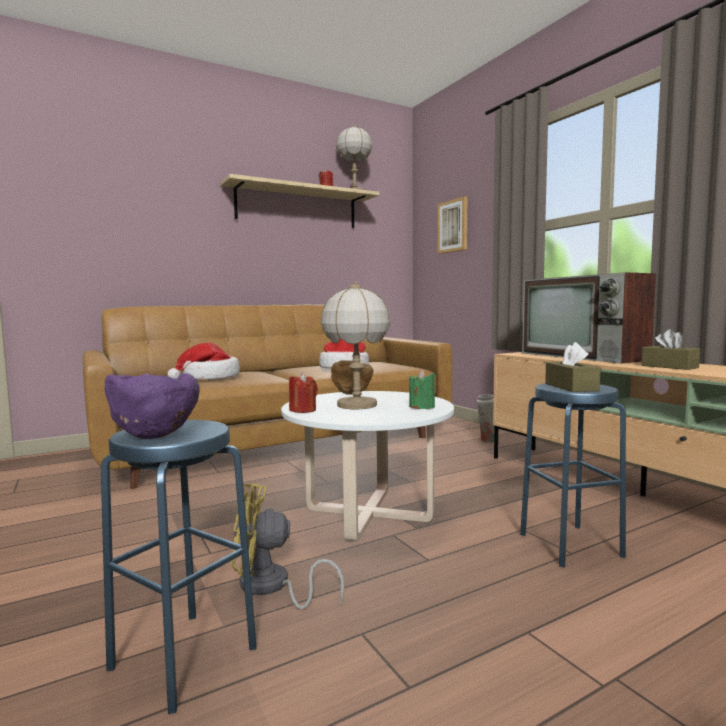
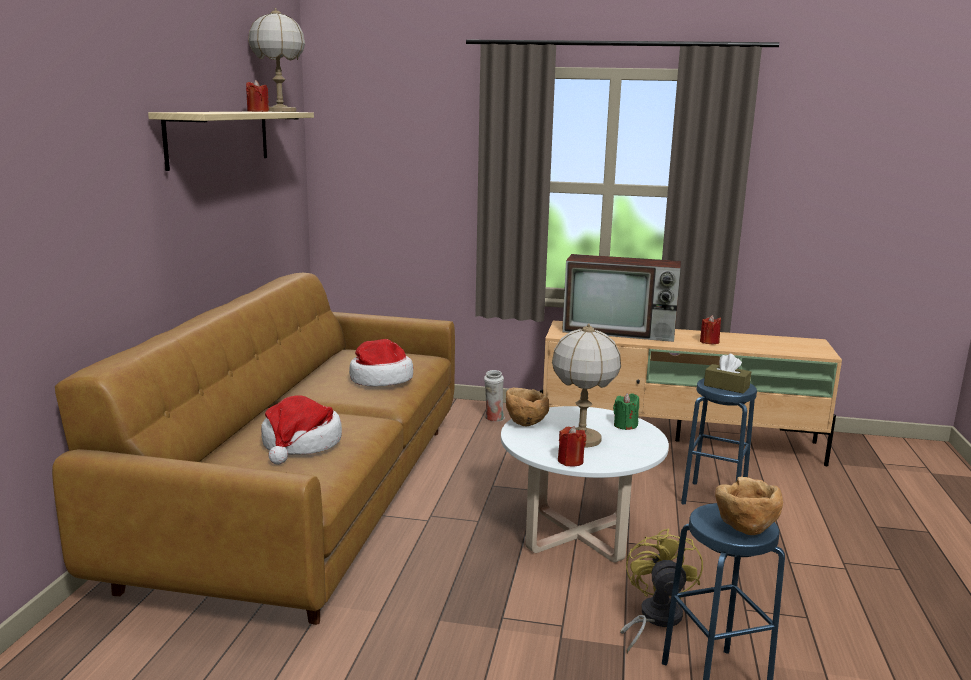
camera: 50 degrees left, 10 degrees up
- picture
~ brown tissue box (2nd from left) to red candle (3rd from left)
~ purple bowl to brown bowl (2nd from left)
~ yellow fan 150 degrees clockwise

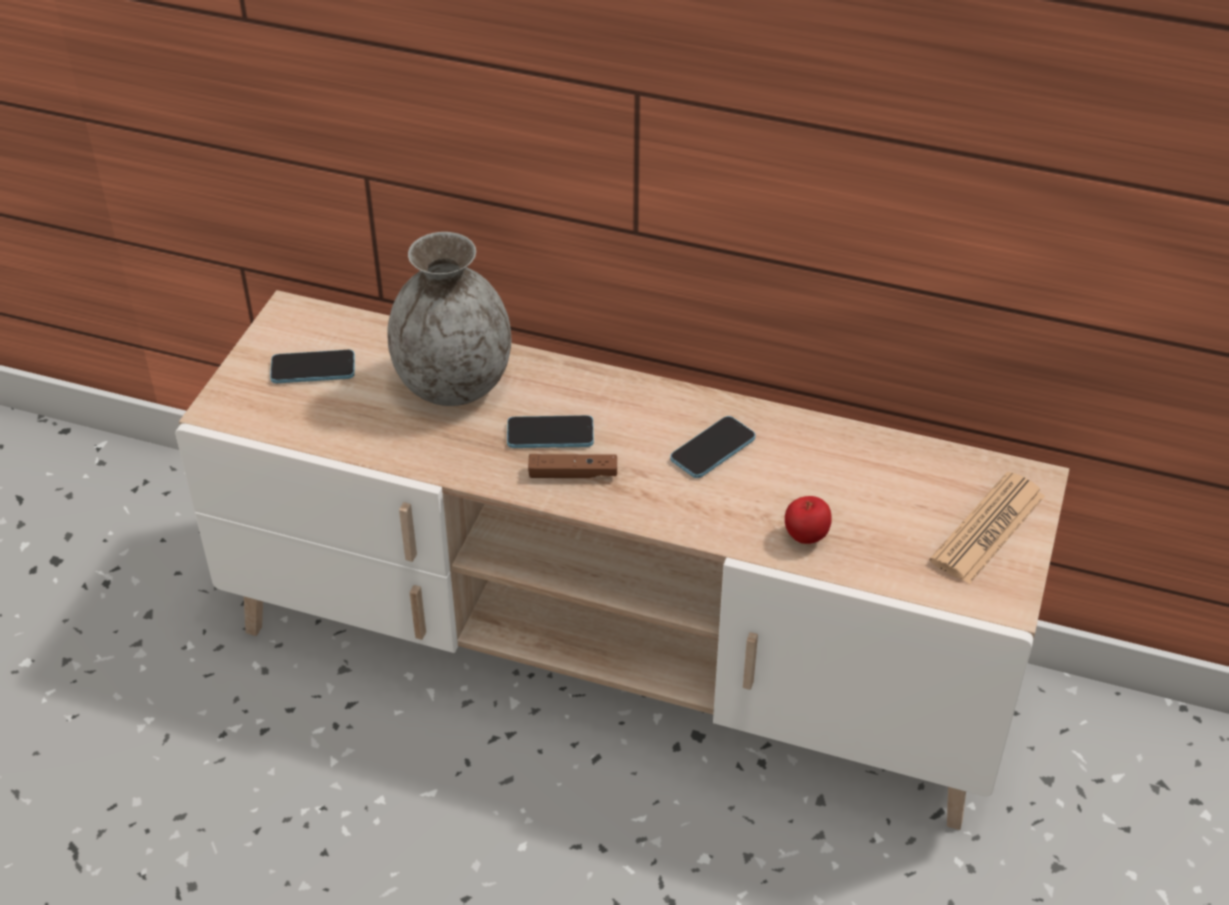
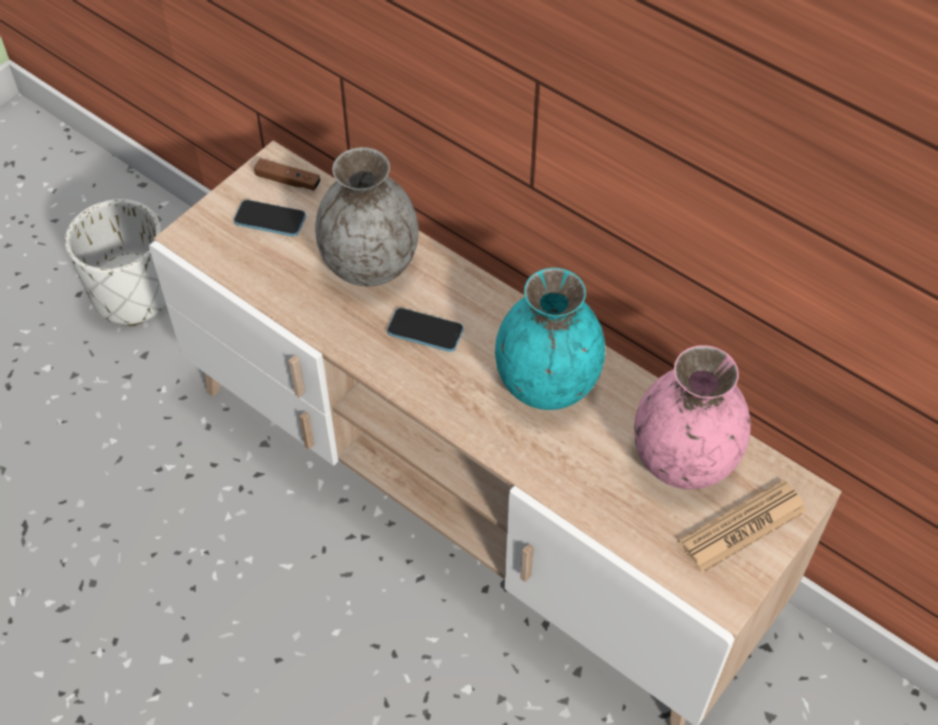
camera: 20 degrees right, 10 degrees up
~ phone (3rd from left) to turquoise vase
~ brown game controller
- apple
+ white planter
+ pink vase

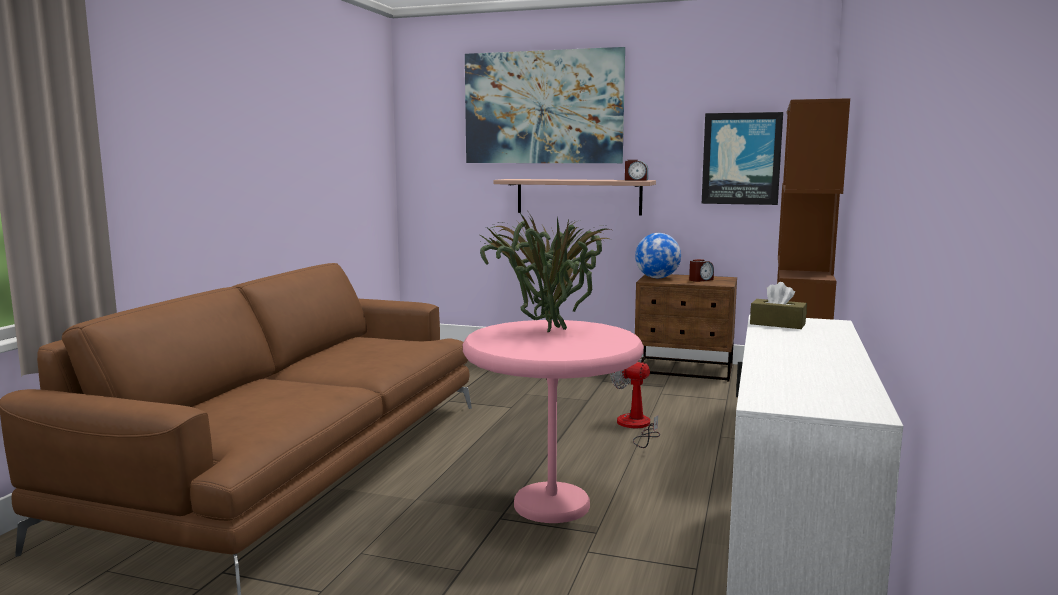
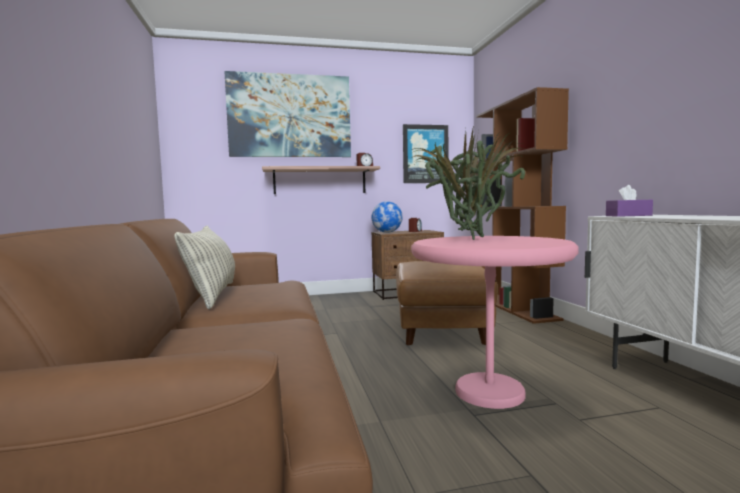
camera: 30 degrees left, 5 degrees down
~ brown tissue box to purple tissue box
~ fan to brown ottoman
+ pillow

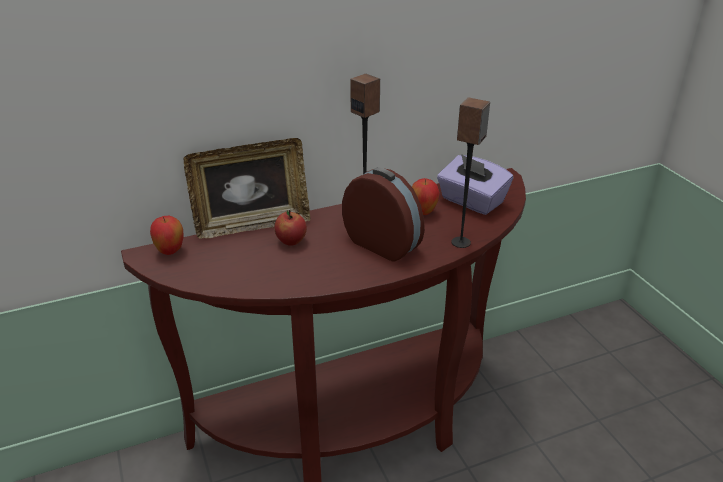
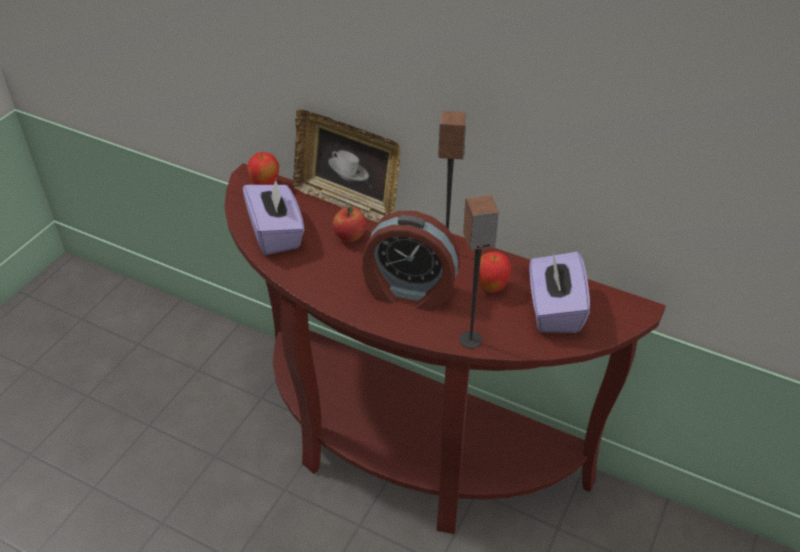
camera: 50 degrees right, 10 degrees up
~ alarm clock 105 degrees clockwise
+ purple tissue box (1st from left)

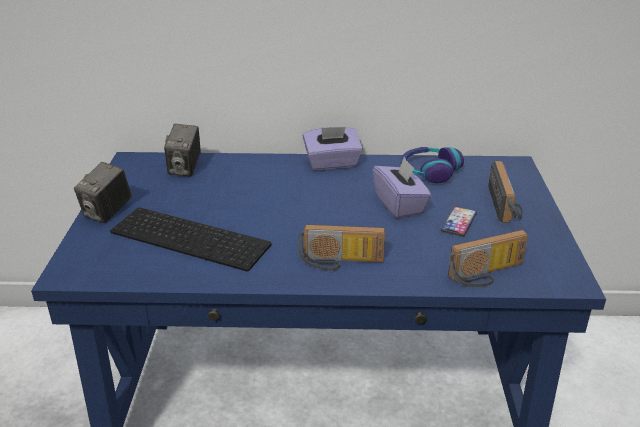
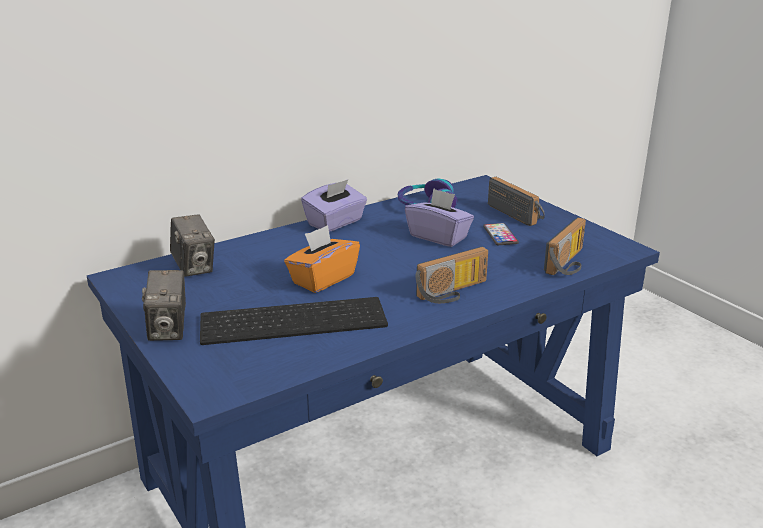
camera: 35 degrees left, 5 degrees down
+ orange tissue box

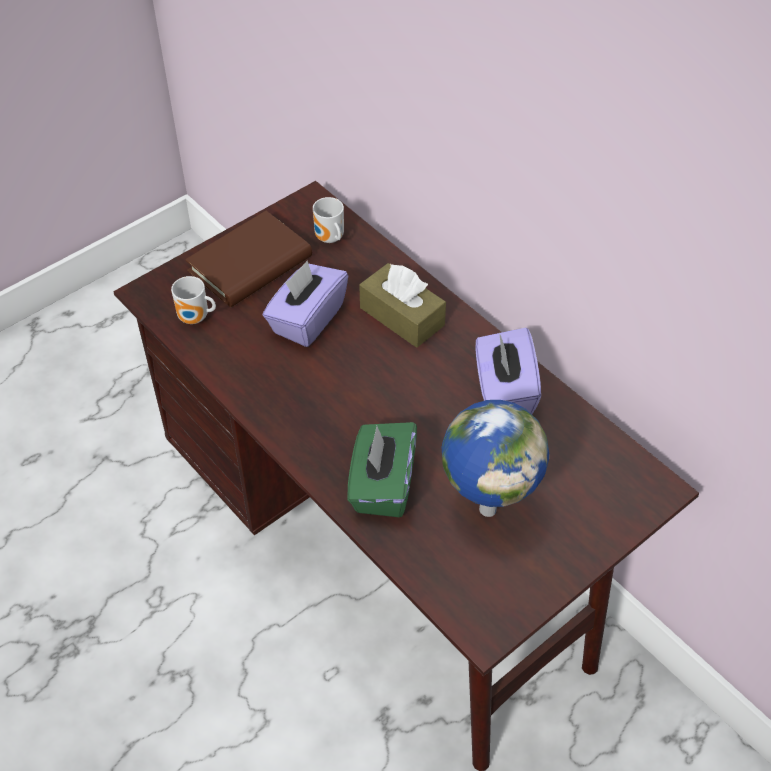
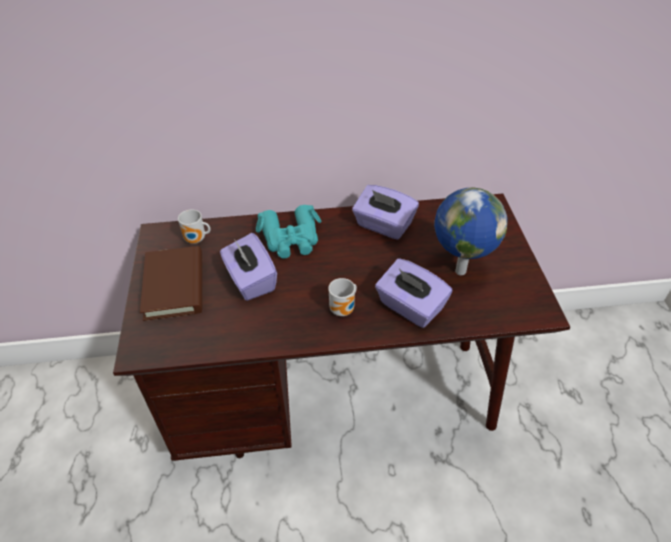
camera: 55 degrees left, 5 degrees down
~ brown tissue box to turquoise binoculars
~ mug (1st from left in the first image) to mug (2nd from left)
~ green tissue box to purple tissue box (3rd from left)

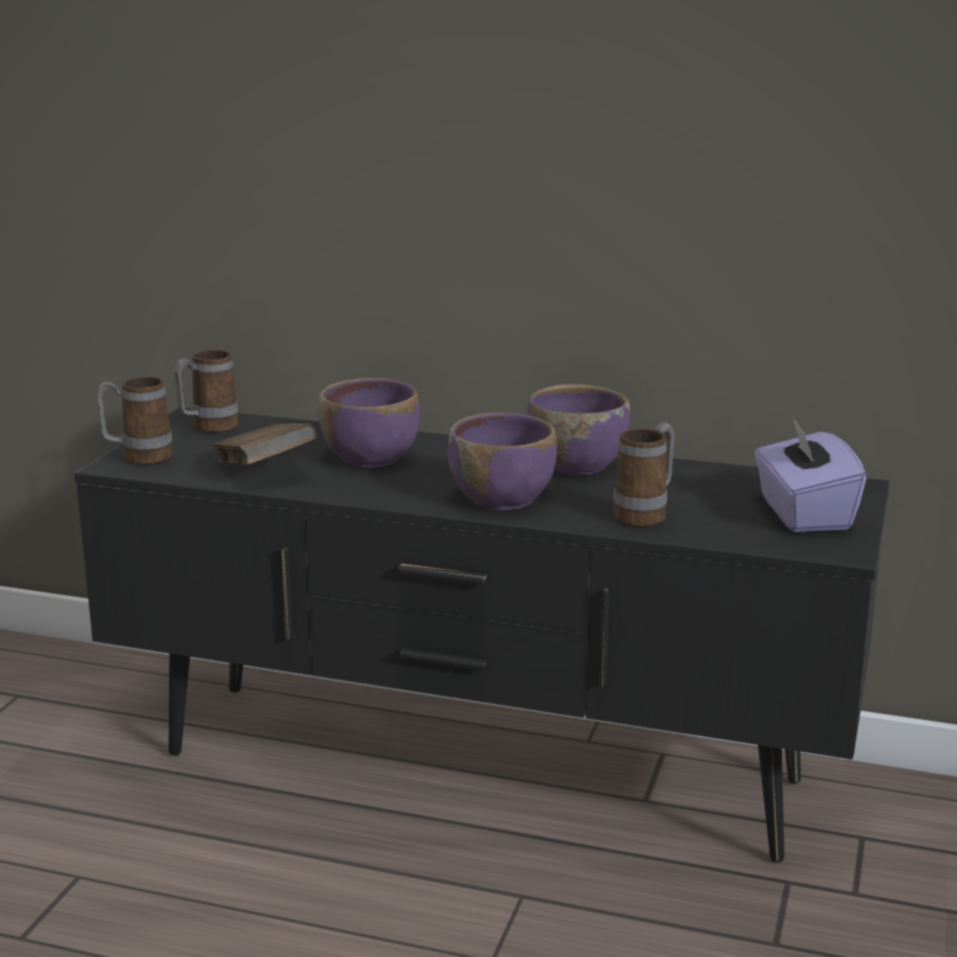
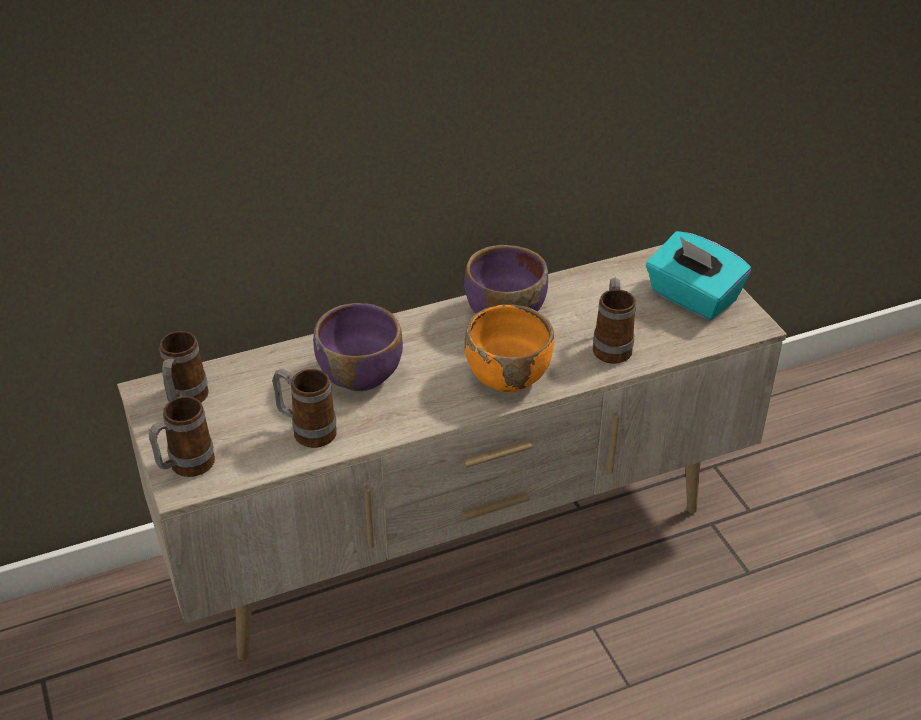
camera: 40 degrees left, 20 degrees up
~ black tv stand to beige tv stand
~ purple bowl (2nd from left) to orange bowl
~ purple tissue box to turquoise tissue box
~ brown book to mug (3rd from left)

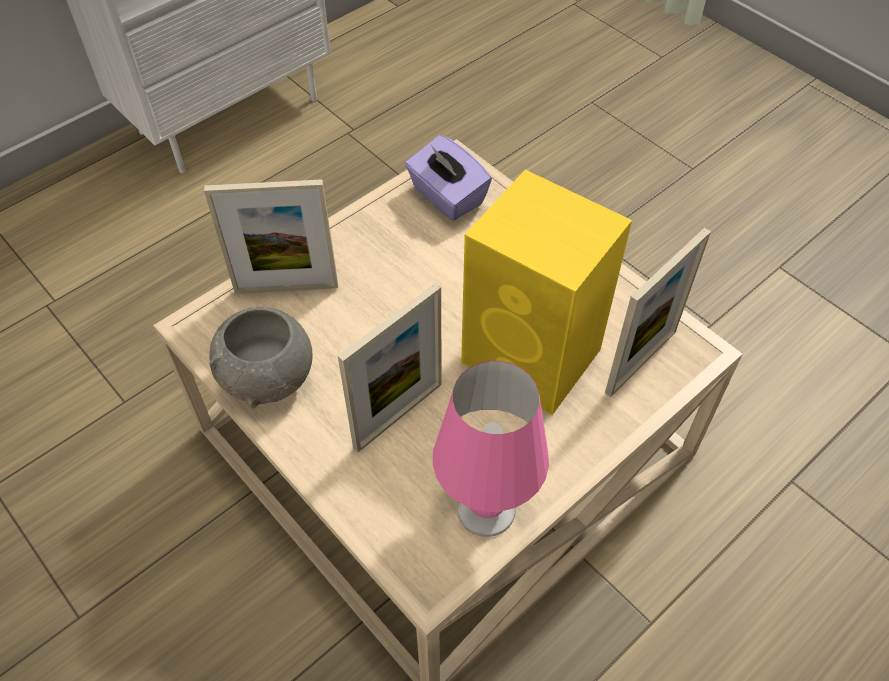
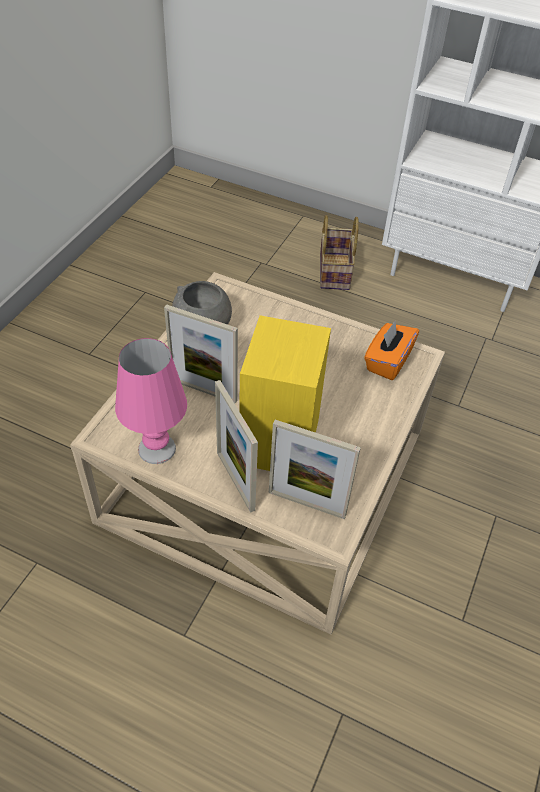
camera: 65 degrees right, 5 degrees down
~ purple tissue box to orange tissue box
~ picture frame (1st from left in the first image) to picture frame (2nd from left)
+ basket

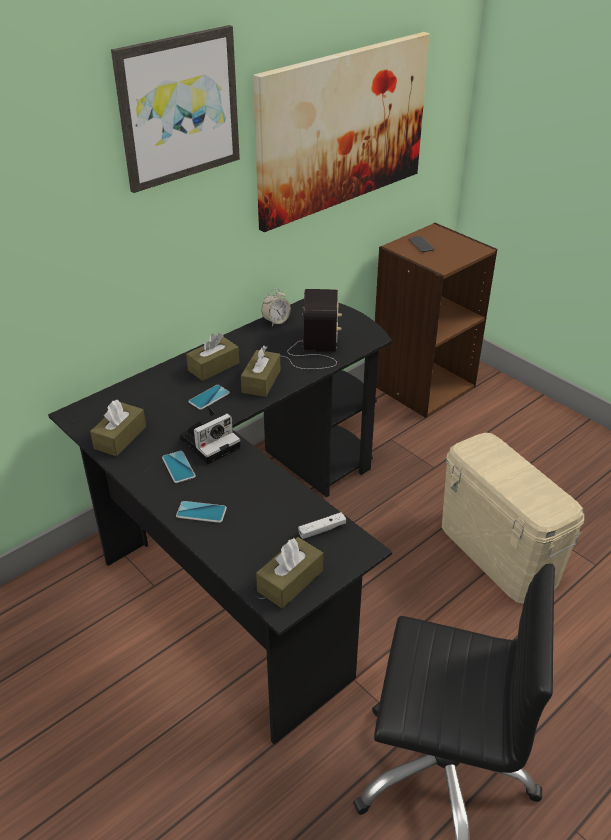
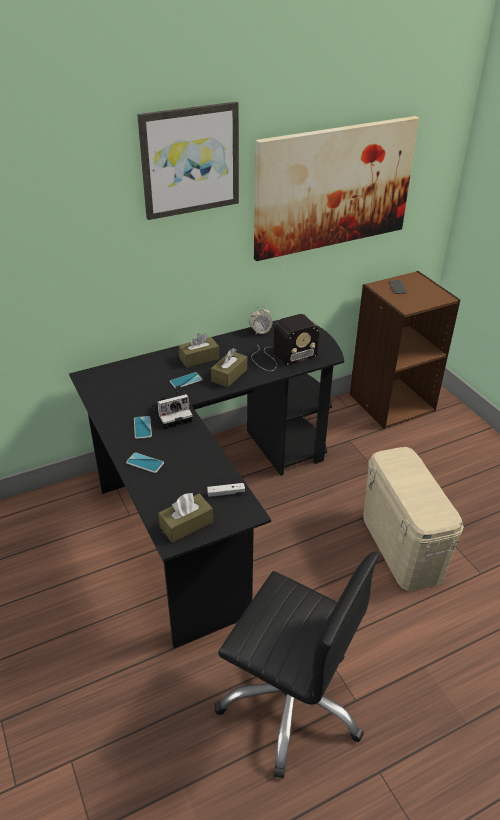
camera: 15 degrees right, 0 degrees up
~ radio 45 degrees clockwise
- brown tissue box (1st from left)

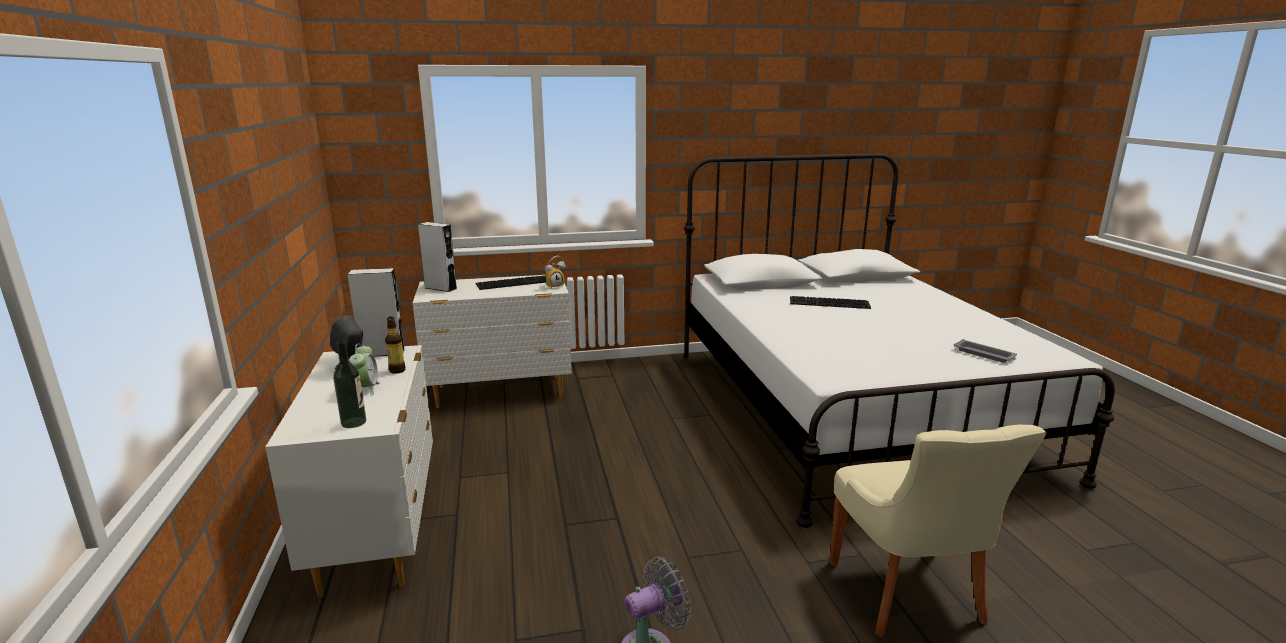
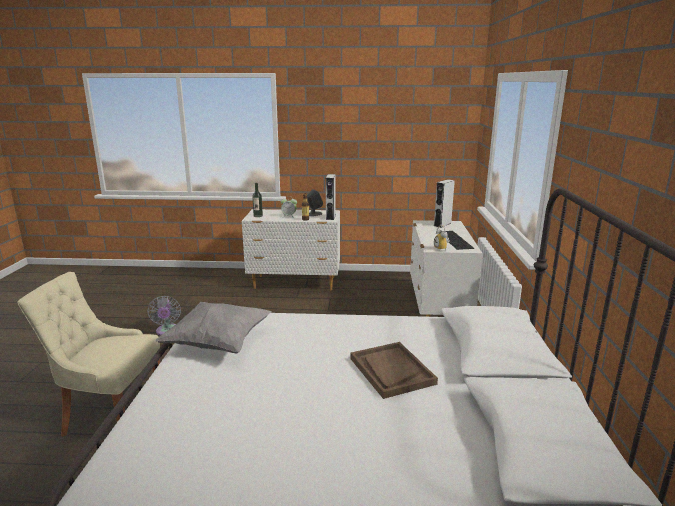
camera: 105 degrees right, 0 degrees up
~ keyboard (2nd from left) to brown tray
- grey tray
+ grey pillow

